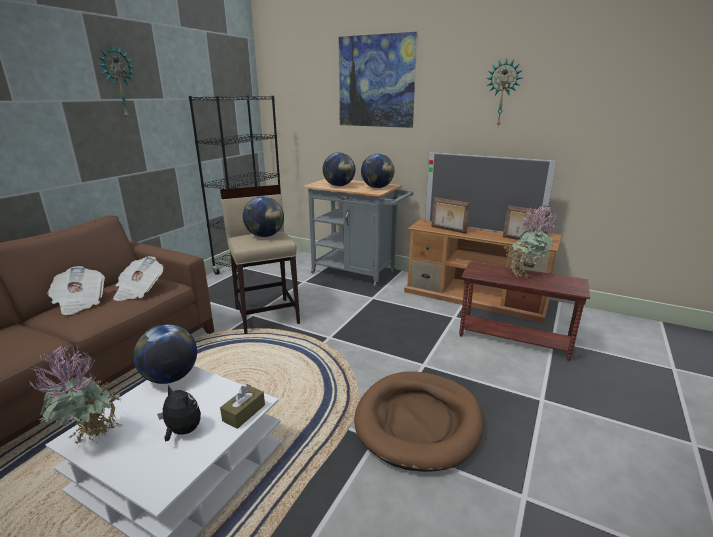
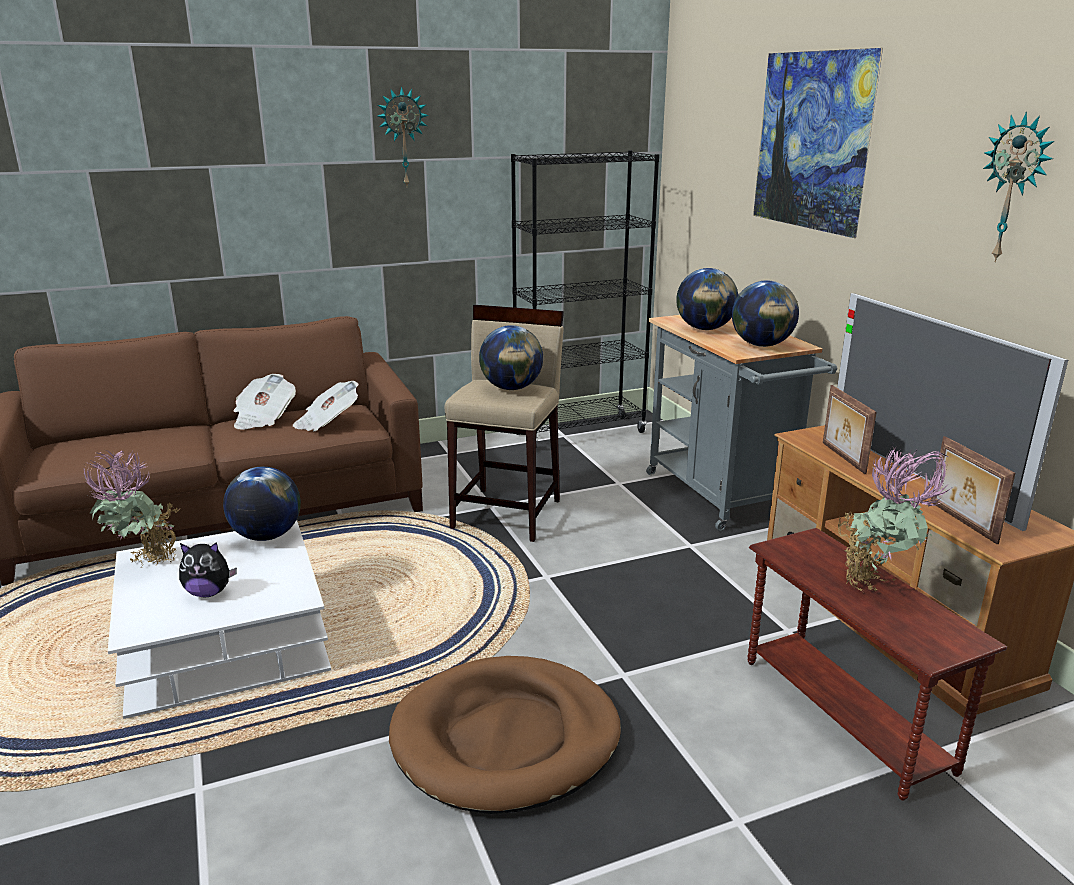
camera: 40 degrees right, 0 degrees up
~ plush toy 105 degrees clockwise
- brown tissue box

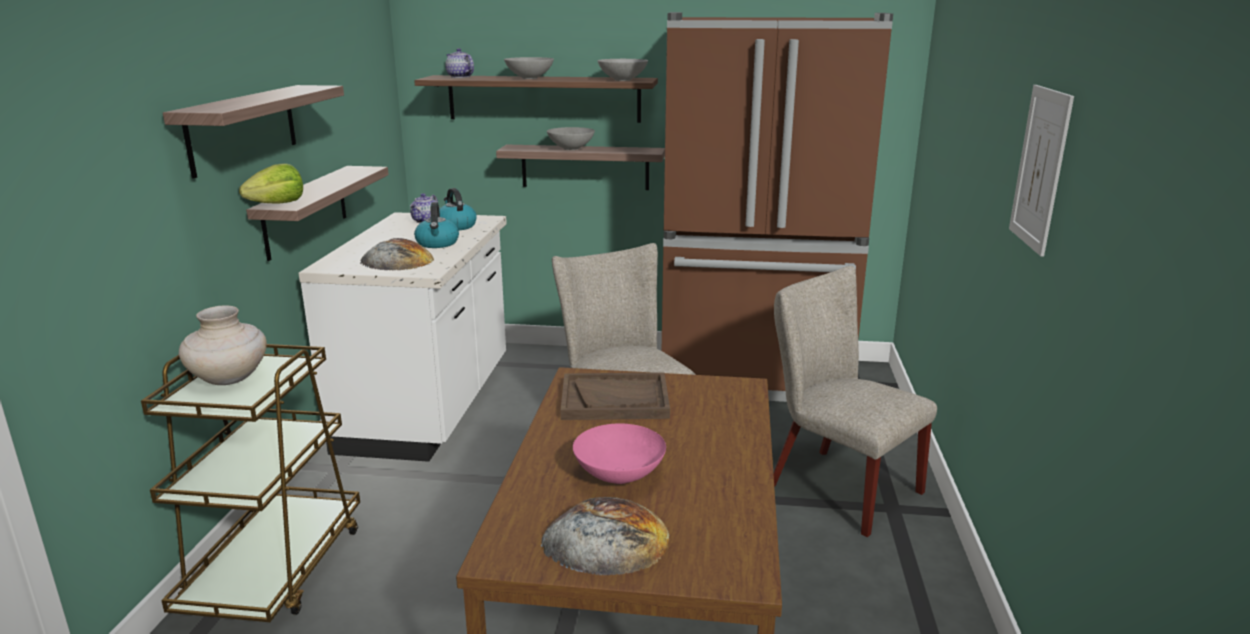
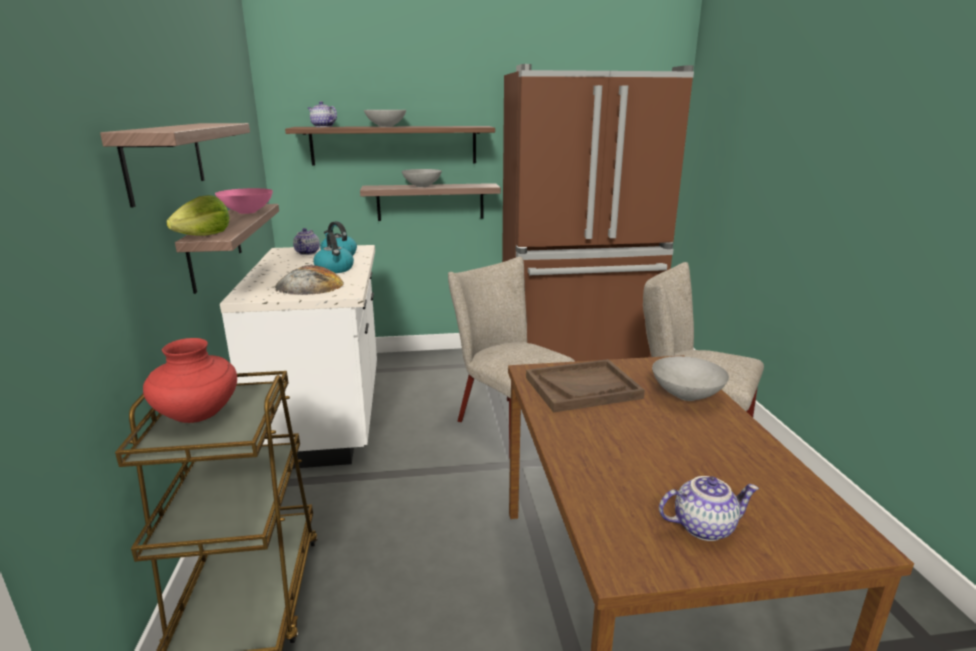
camera: 15 degrees left, 0 degrees up
~ grey bowl (3rd from left)
- picture
~ beige vase to red vase
~ pink bowl
~ bread (2nd from left) to teapot (3rd from left)

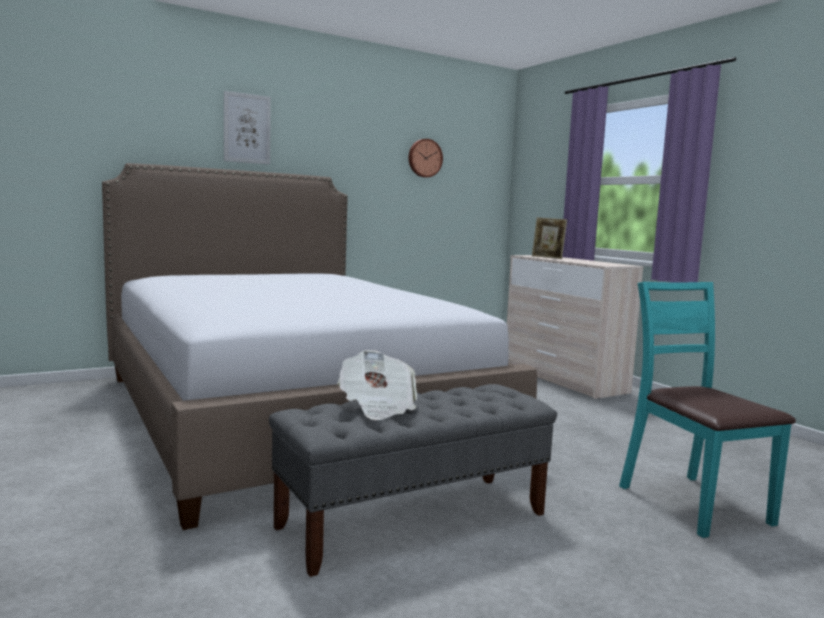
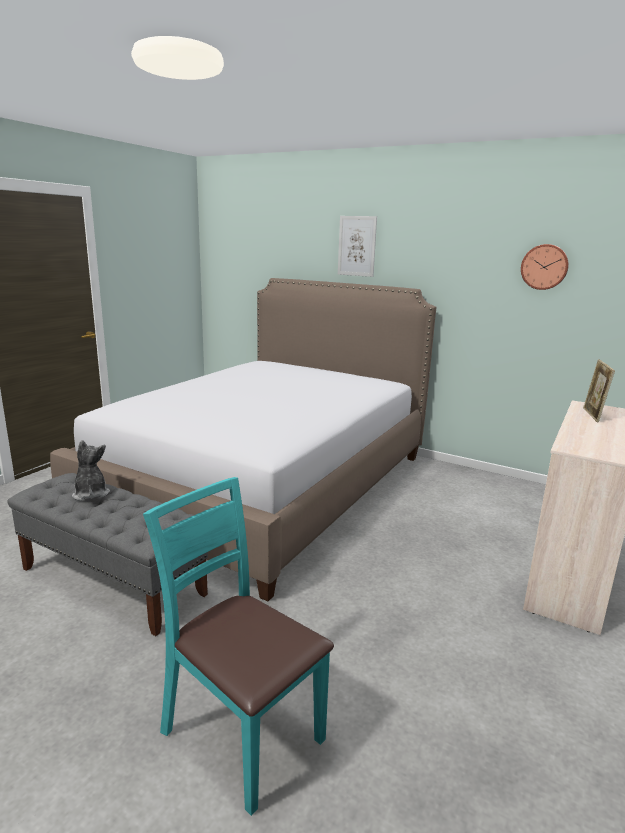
camera: 60 degrees right, 10 degrees up
~ turquoise chair 90 degrees counterclockwise
~ newspaper to plush toy

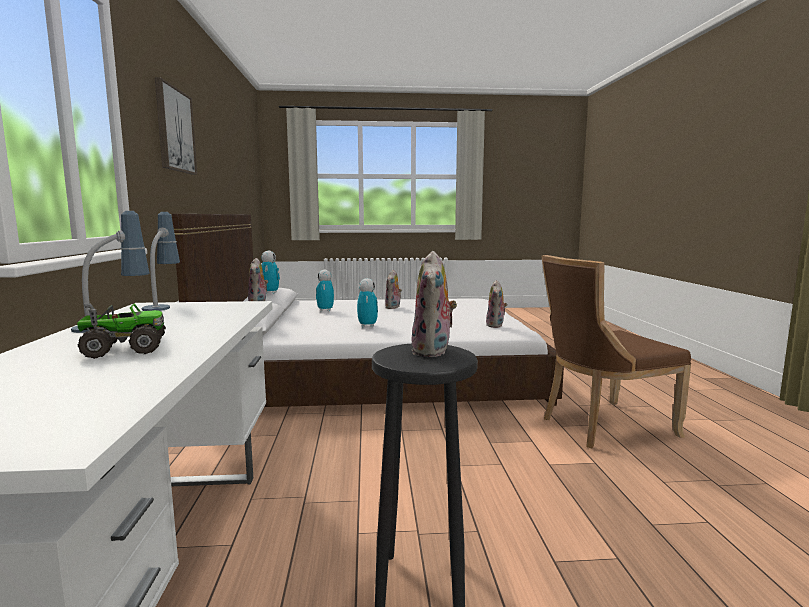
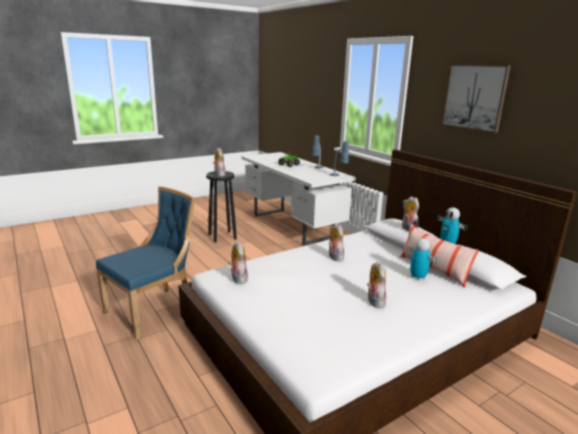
camera: 150 degrees right, 10 degrees up
~ brown chair to blue chair
~ toy robot (3rd from left) to plush toy (3rd from left)
+ pillow

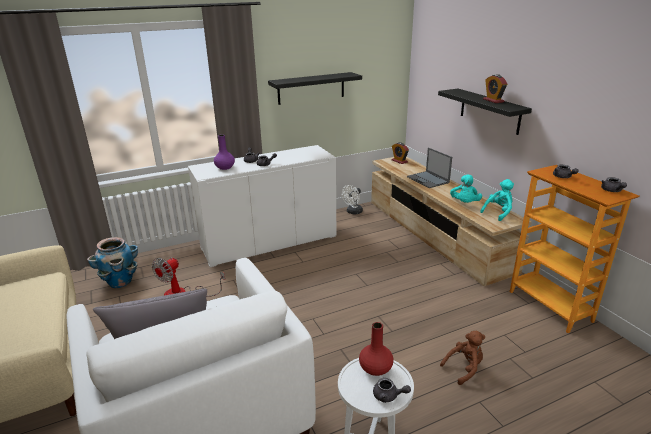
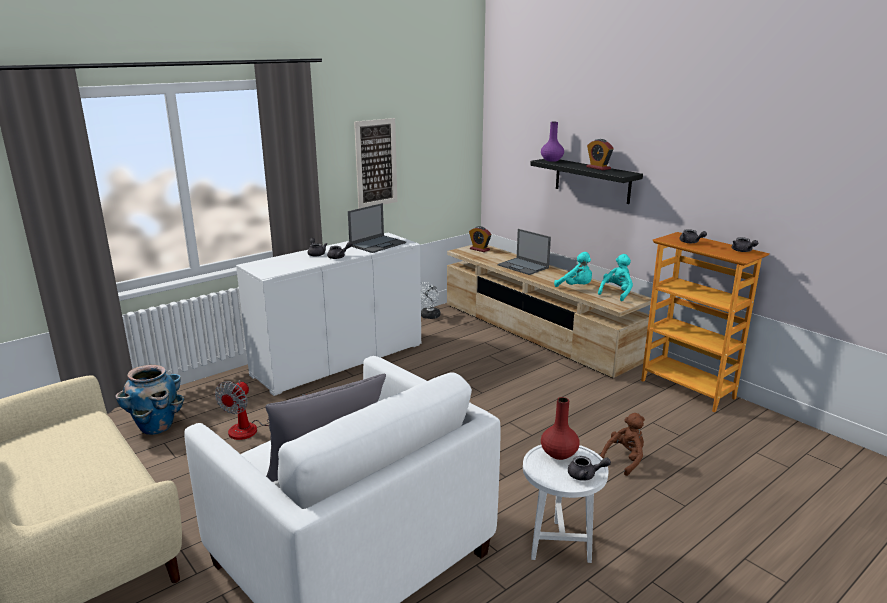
camera: 15 degrees left, 5 degrees down
~ black shelf (1st from left) to picture
~ purple vase
~ turquoise plush toy (1st from left) 45 degrees counterclockwise
+ laptop (1st from left)

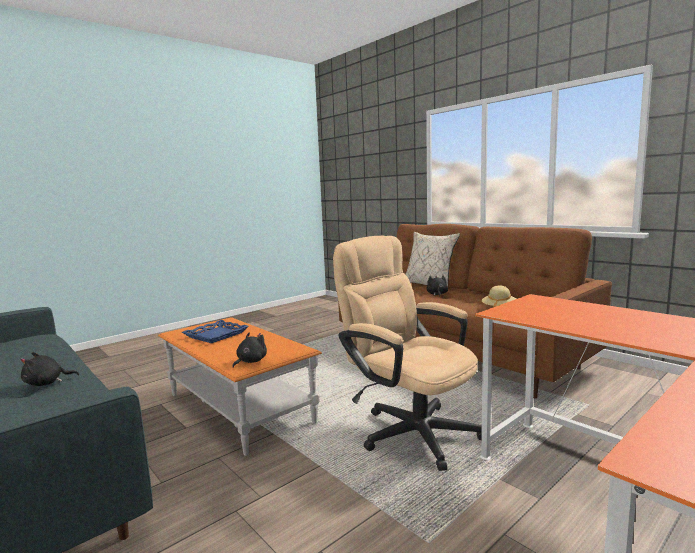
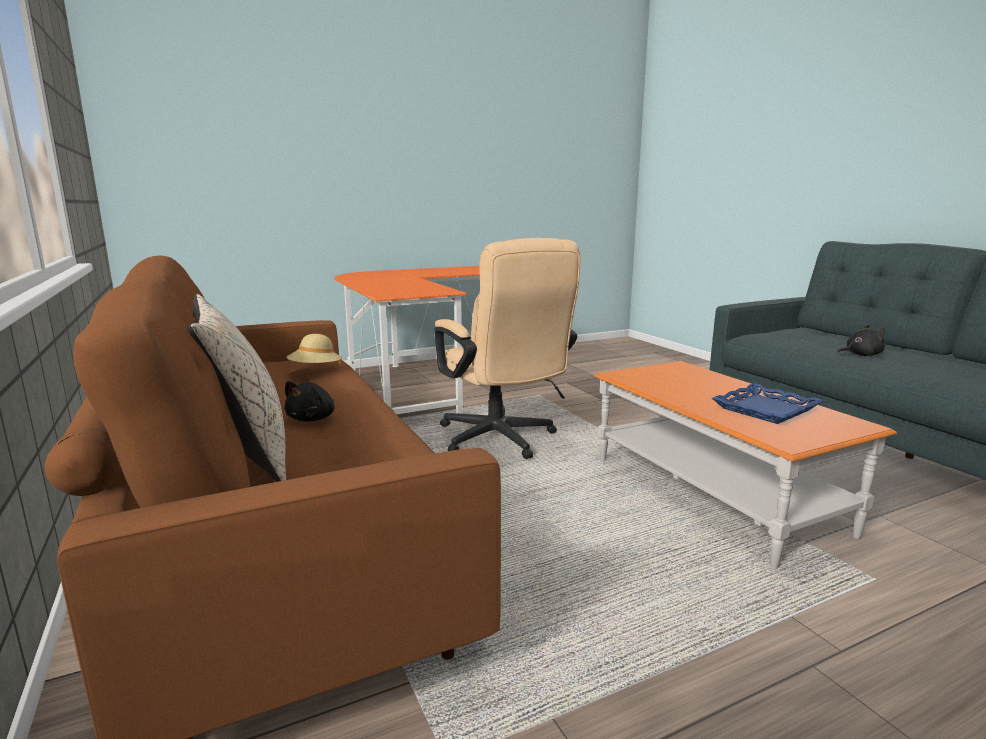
camera: 165 degrees left, 5 degrees up
- black plush toy (2nd from left)

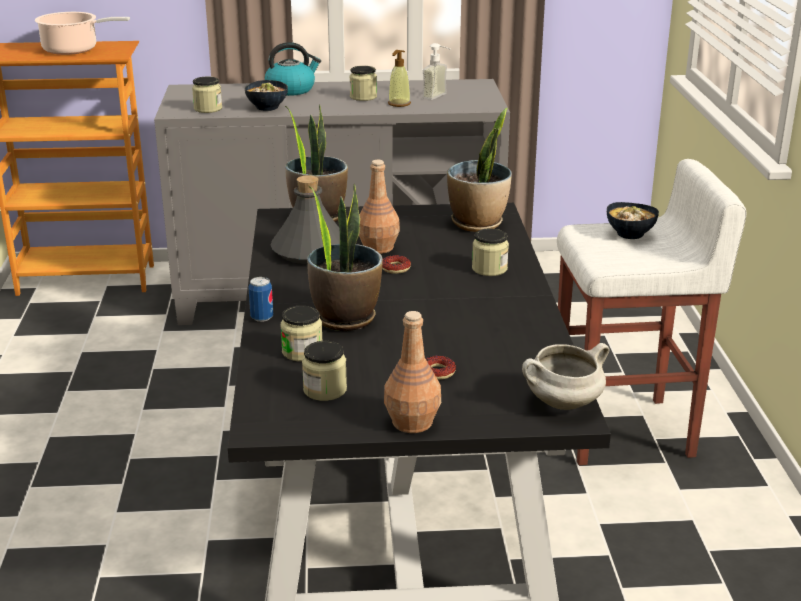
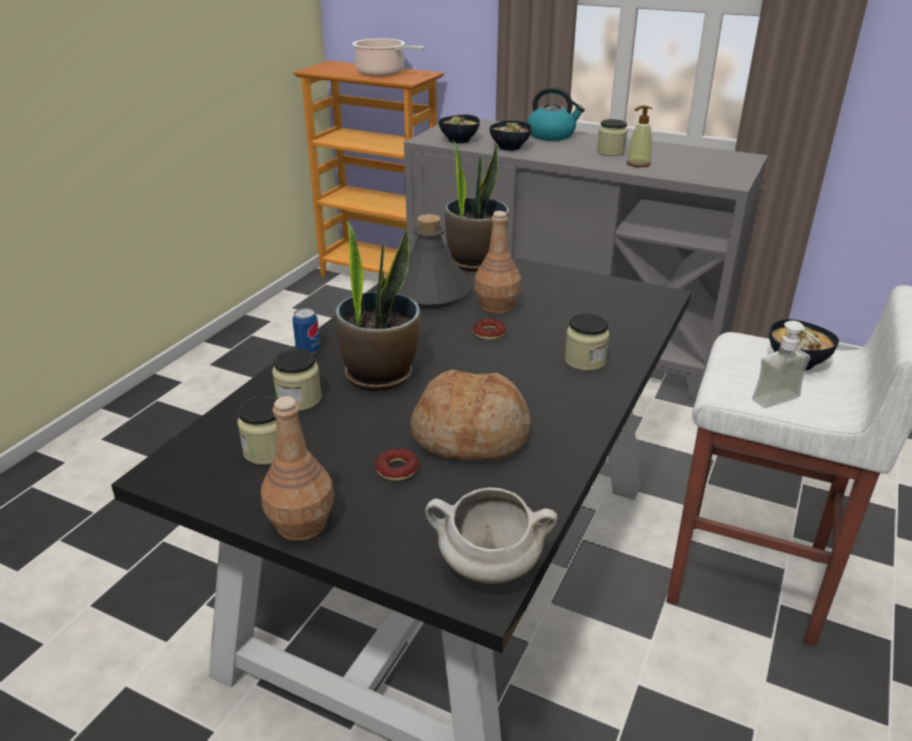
camera: 30 degrees right, 5 degrees up
~ soap dispenser (2nd from left)
~ jar (1st from left) to bowl (1st from left)
- potted plant (3rd from left)
+ bread

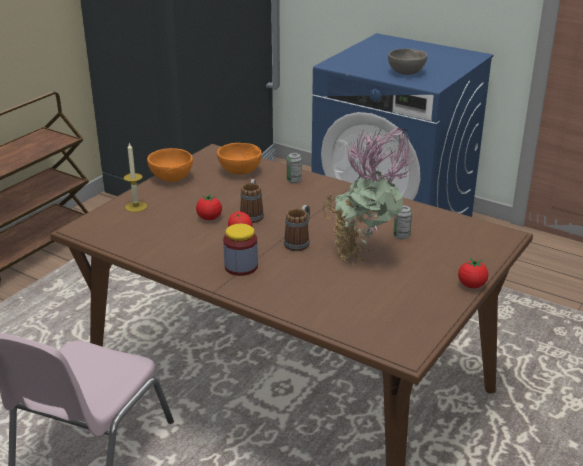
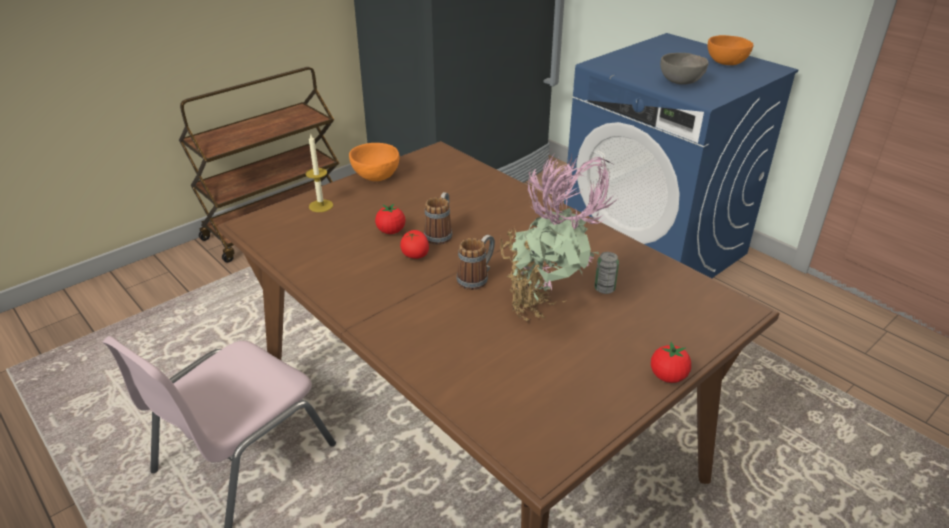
camera: 15 degrees right, 5 degrees up
~ orange bowl (2nd from left)
- can (1st from left)
- jar

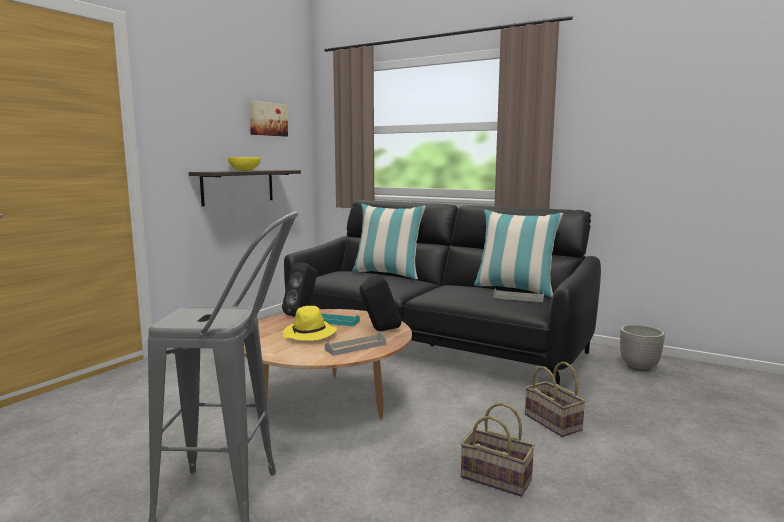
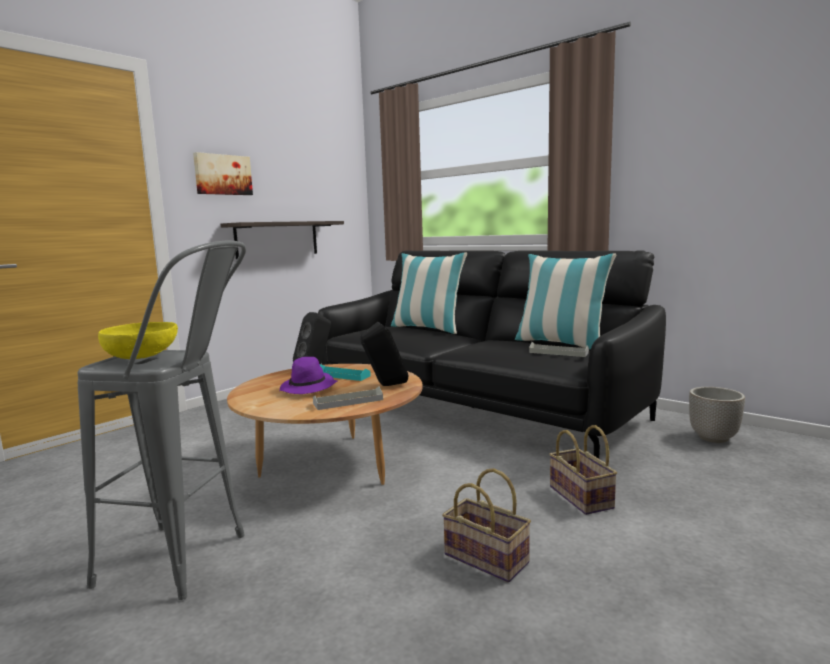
camera: 10 degrees right, 0 degrees up
~ picture
~ yellow bowl
~ yellow hat to purple hat

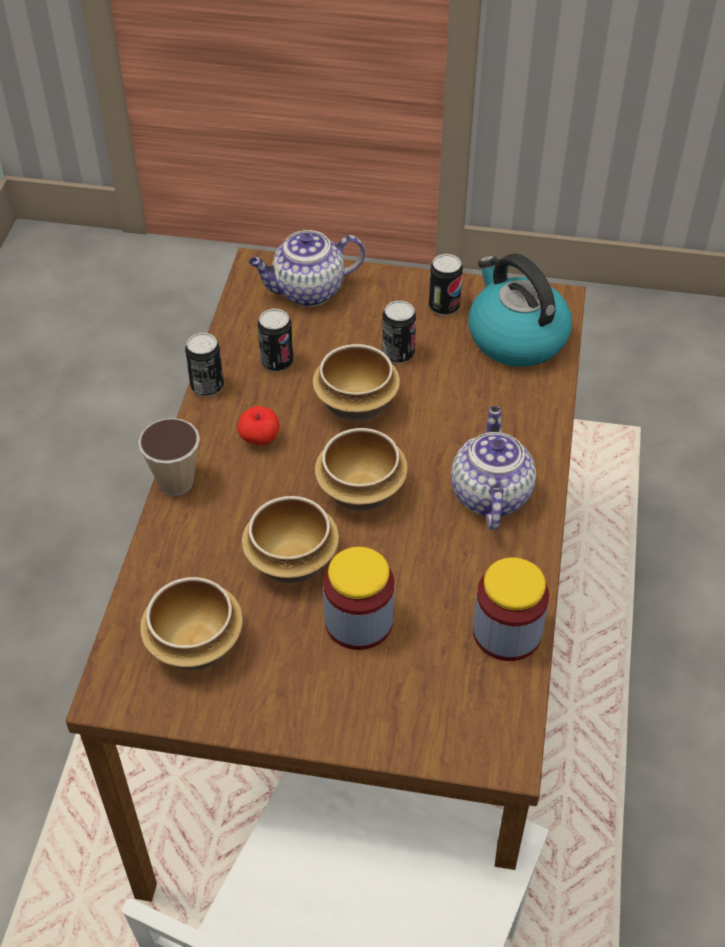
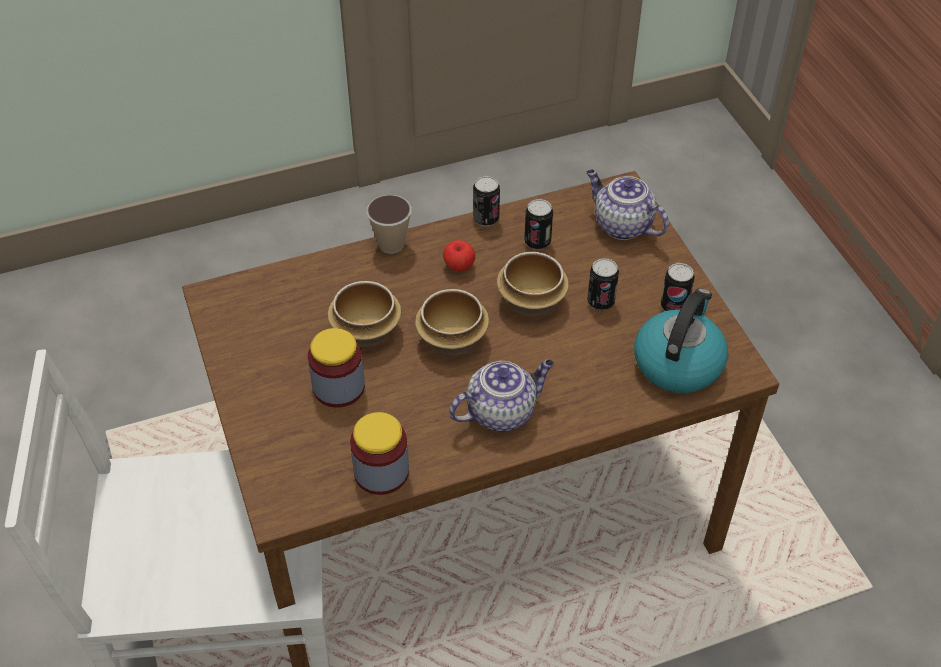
camera: 60 degrees right, 0 degrees up
- bowl (1st from left)

